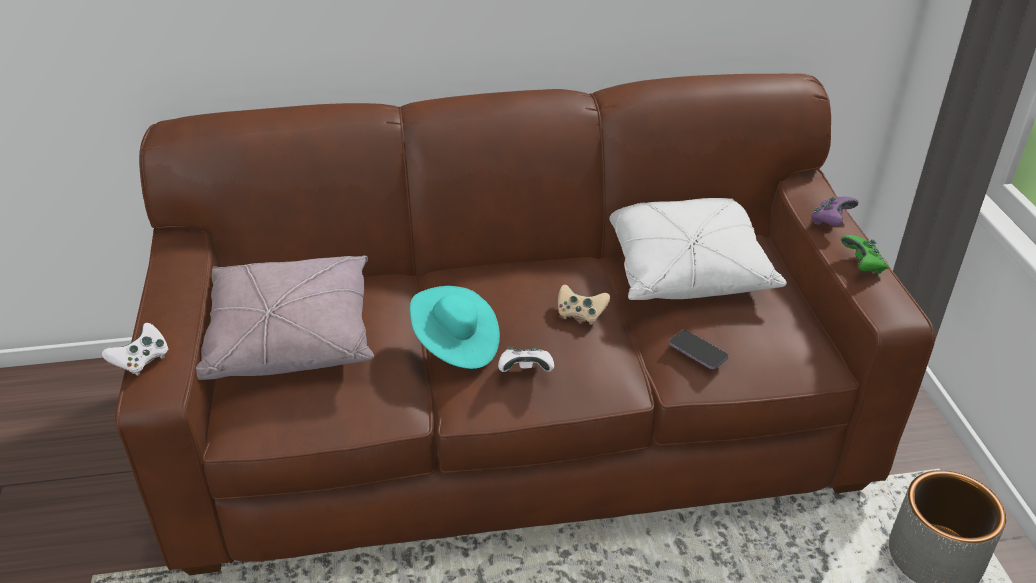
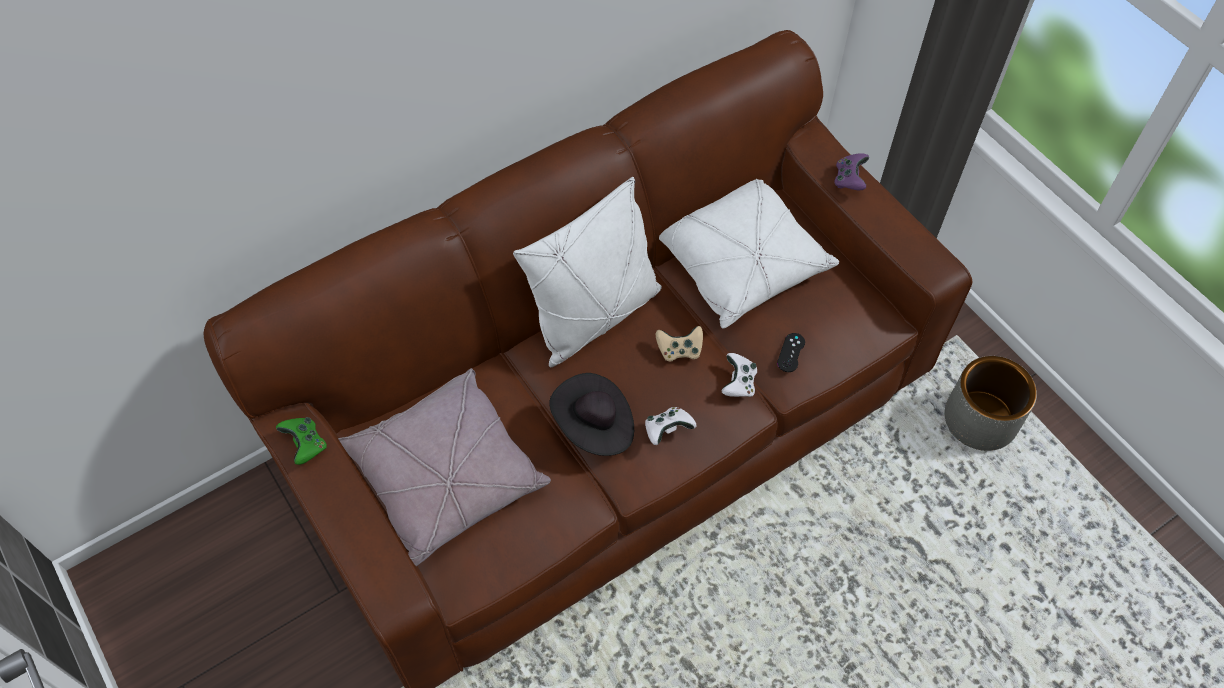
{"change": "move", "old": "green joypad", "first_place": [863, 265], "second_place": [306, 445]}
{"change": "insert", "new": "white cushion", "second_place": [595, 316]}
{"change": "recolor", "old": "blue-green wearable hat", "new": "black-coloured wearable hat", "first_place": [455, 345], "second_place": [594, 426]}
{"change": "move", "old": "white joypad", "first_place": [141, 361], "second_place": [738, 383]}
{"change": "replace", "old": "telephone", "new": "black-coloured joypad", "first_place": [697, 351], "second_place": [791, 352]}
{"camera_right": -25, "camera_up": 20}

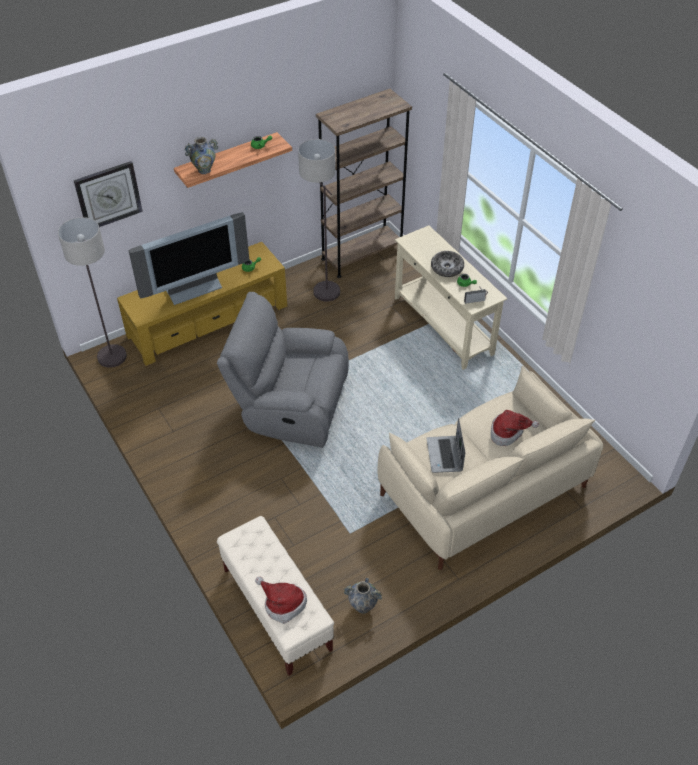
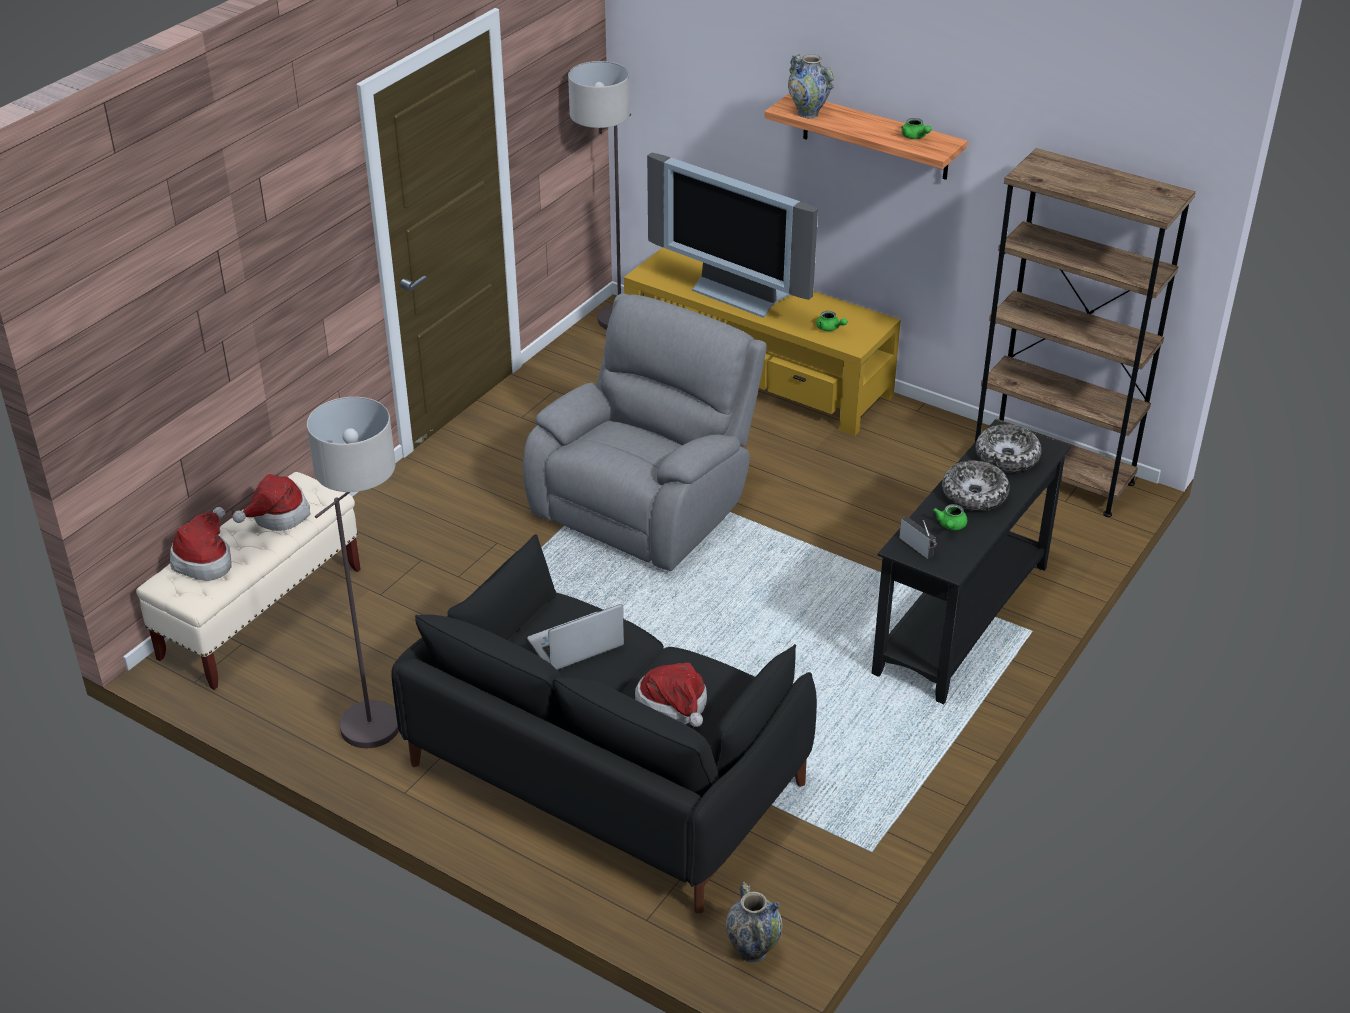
{"change": "insert", "new": "wearable hat", "second_place": [277, 515]}
{"change": "move", "old": "greyish standard lamp", "first_place": [322, 287], "second_place": [382, 716]}
{"change": "recolor", "old": "beige-coloured couch", "new": "black-coloured couch", "first_place": [482, 489], "second_place": [608, 772]}
{"change": "rotate", "old": "greyish lounge chair", "first_place": [290, 405], "second_place": [645, 506], "degrees": 45}
{"change": "move", "old": "decorative vase", "first_place": [362, 607], "second_place": [752, 951]}
{"change": "recolor", "old": "beige-coloured hall table", "new": "black-coloured hall table", "first_place": [443, 326], "second_place": [961, 620]}
{"change": "insert", "new": "serving bowl", "second_place": [1007, 457]}
{"change": "delete", "old": "clock on the wall", "first_place": [108, 195]}
{"camera_right": 65, "camera_up": -10}

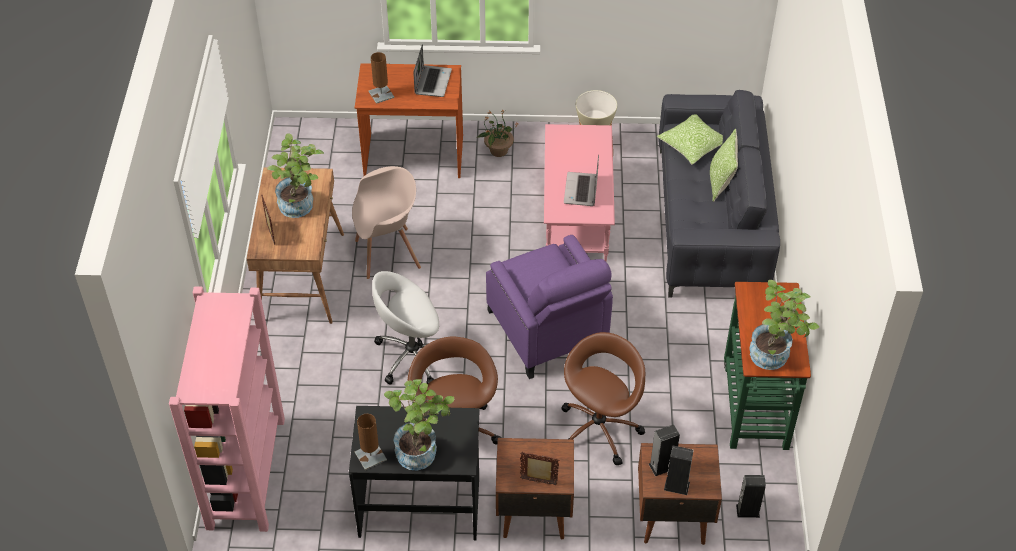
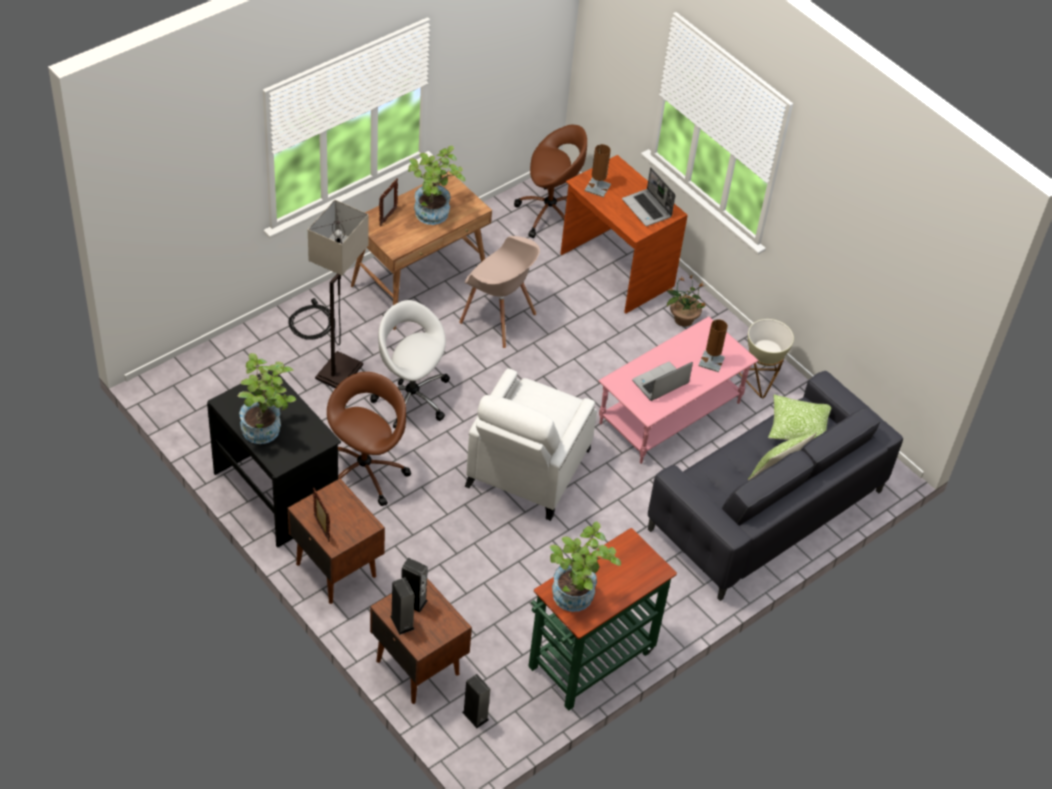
{"change": "insert", "new": "standard lamp", "second_place": [325, 345]}
{"change": "recolor", "old": "purple-coloured lounge chair", "new": "white lounge chair", "first_place": [549, 332], "second_place": [525, 470]}
{"change": "move", "old": "brown computer chair", "first_place": [600, 428], "second_place": [551, 213]}
{"change": "rotate", "old": "portable computer", "first_place": [432, 81], "second_place": [647, 209], "degrees": 90}
{"change": "move", "old": "brown lamp for a table", "first_place": [370, 456], "second_place": [711, 361]}
{"change": "delete", "old": "pink bookcase", "first_place": [246, 472]}
{"camera_right": 45, "camera_up": 0}

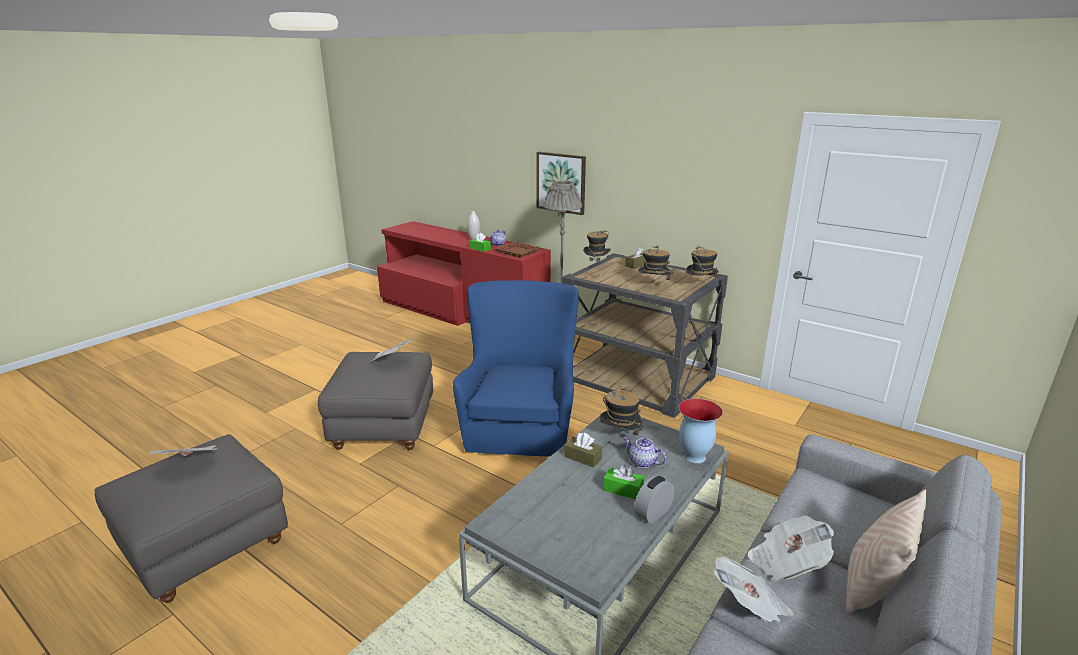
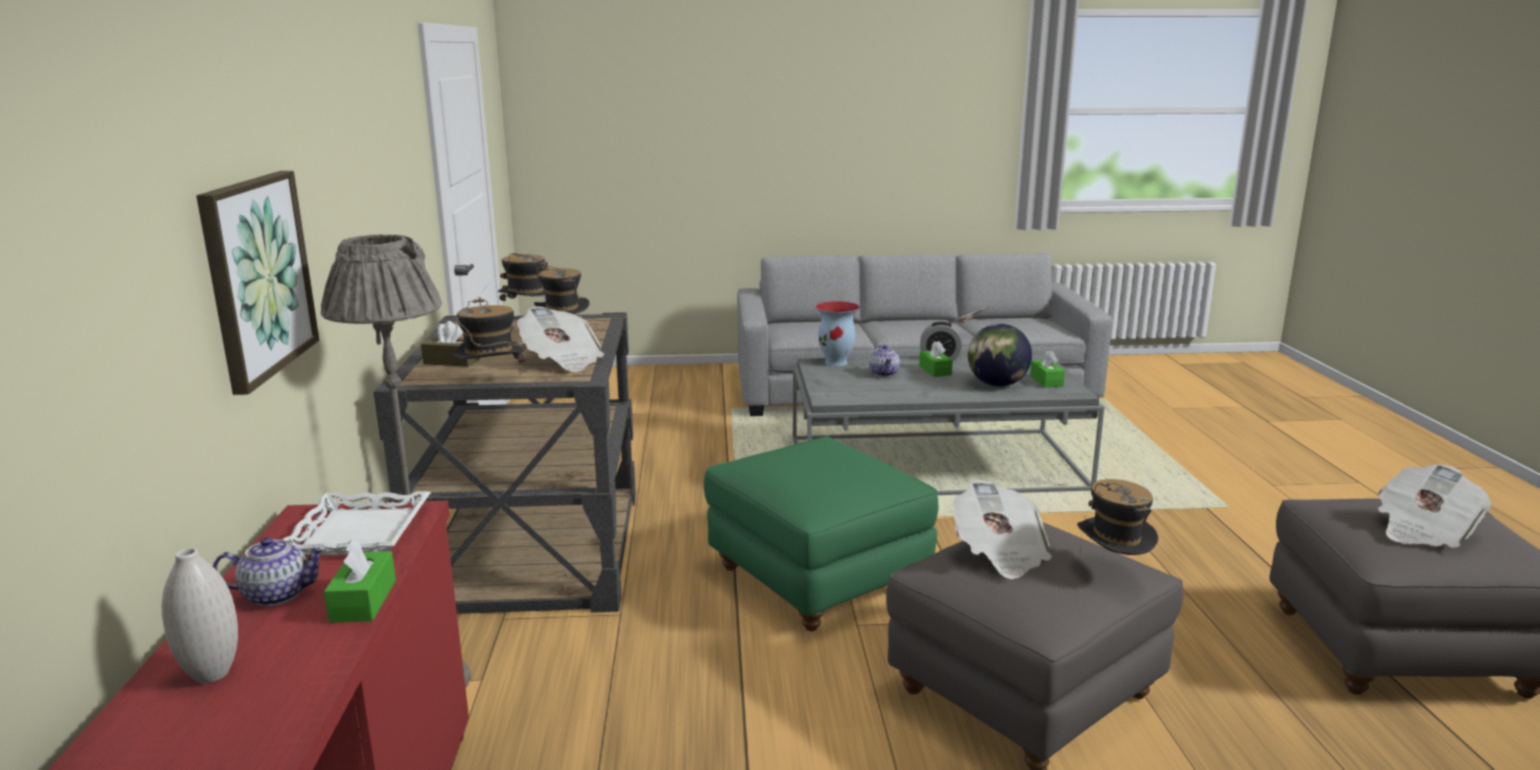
{"change": "recolor", "old": "brown serving tray", "new": "white serving tray", "first_place": [518, 252], "second_place": [358, 532]}
{"change": "move", "old": "daily paper", "first_place": [786, 562], "second_place": [562, 361]}
{"change": "replace", "old": "blue-coloured lounge chair", "new": "green ottoman", "first_place": [521, 426], "second_place": [816, 579]}
{"change": "insert", "new": "world globe", "second_place": [997, 384]}
{"change": "insert", "new": "green tissue holder", "second_place": [1046, 381]}
{"change": "move", "old": "wearable hat", "first_place": [619, 438], "second_place": [1112, 570]}
{"change": "delete", "old": "brown tissue holder", "first_place": [582, 457]}
{"change": "delete", "old": "beige-coloured cushion", "first_place": [872, 587]}
{"camera_right": -130, "camera_up": -5}

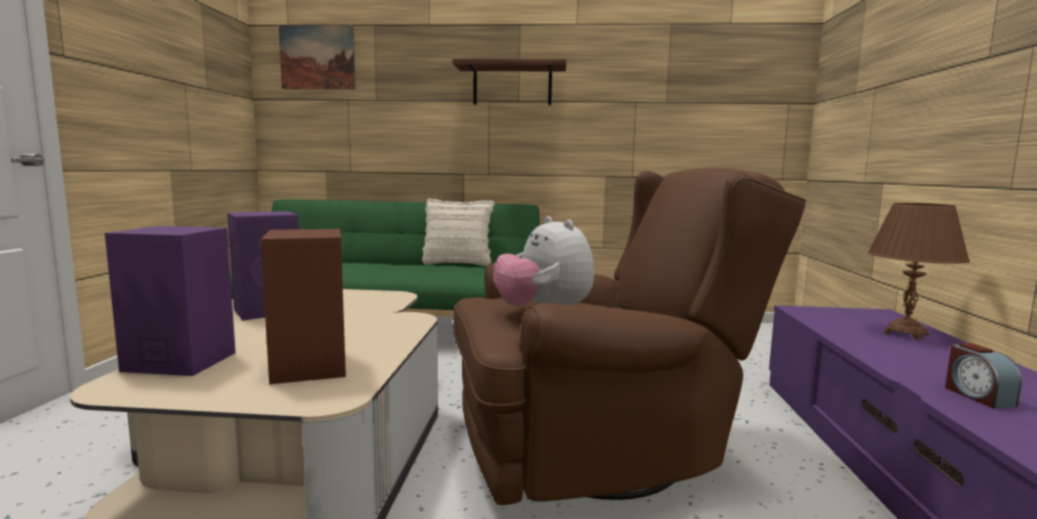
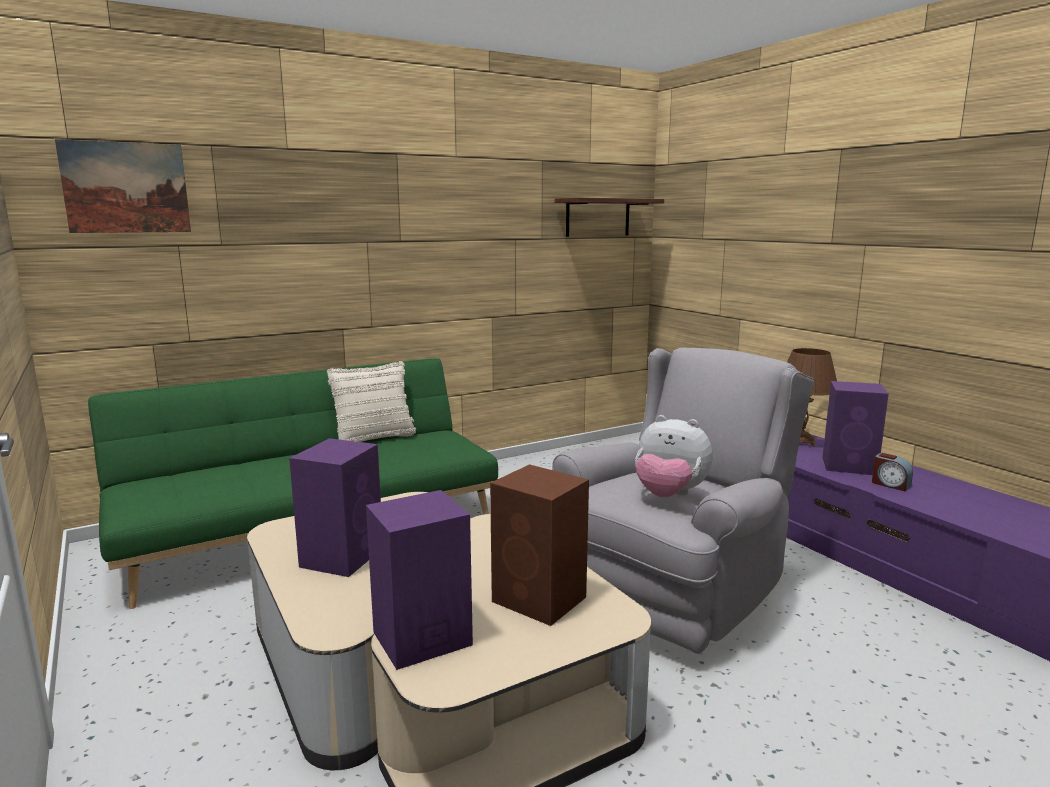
{"change": "recolor", "old": "brown lounge chair", "new": "greyish lounge chair", "first_place": [595, 453], "second_place": [672, 593]}
{"change": "move", "old": "bracket shelf", "first_place": [512, 85], "second_place": [598, 217]}
{"change": "insert", "new": "purple-coloured loudspeaker", "second_place": [850, 466]}
{"camera_right": -35, "camera_up": 5}

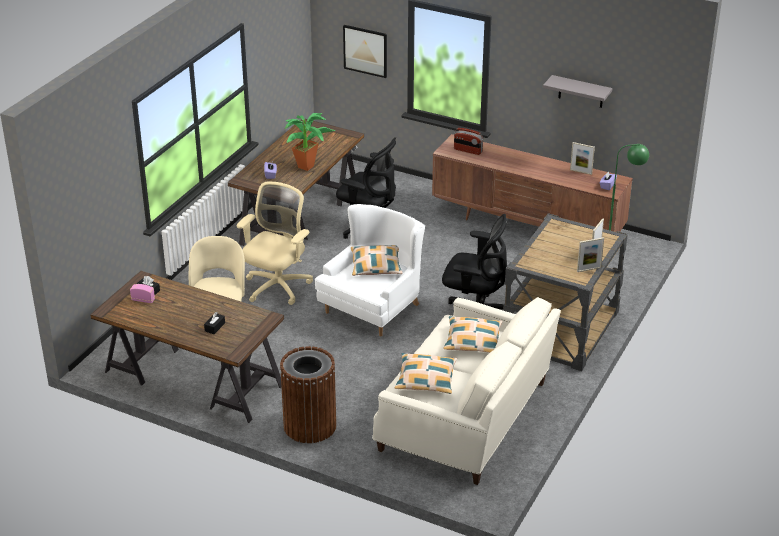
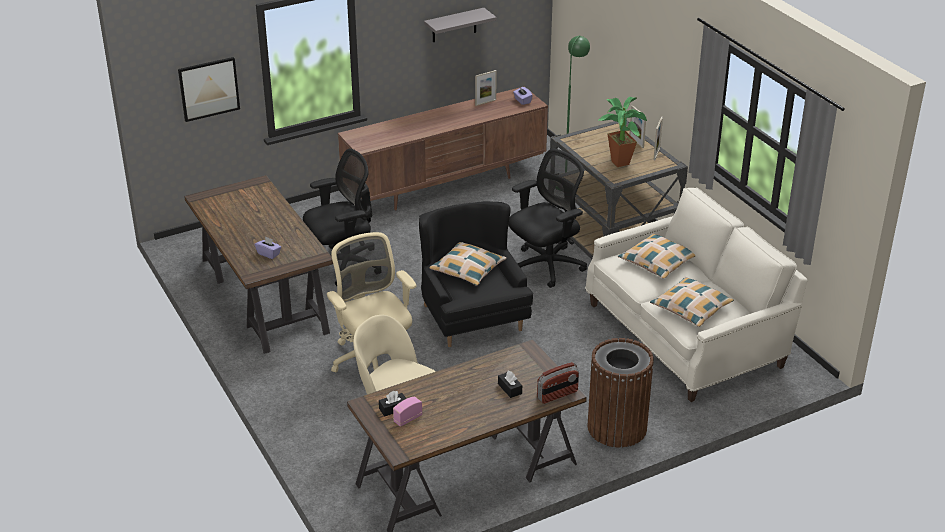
{"change": "recolor", "old": "white lounge chair", "new": "black-coloured lounge chair", "first_place": [374, 307], "second_place": [471, 315]}
{"change": "move", "old": "radio", "first_place": [468, 150], "second_place": [557, 395]}
{"change": "move", "old": "plant in a pot", "first_place": [309, 166], "second_place": [620, 161]}
{"camera_right": -55, "camera_up": 0}

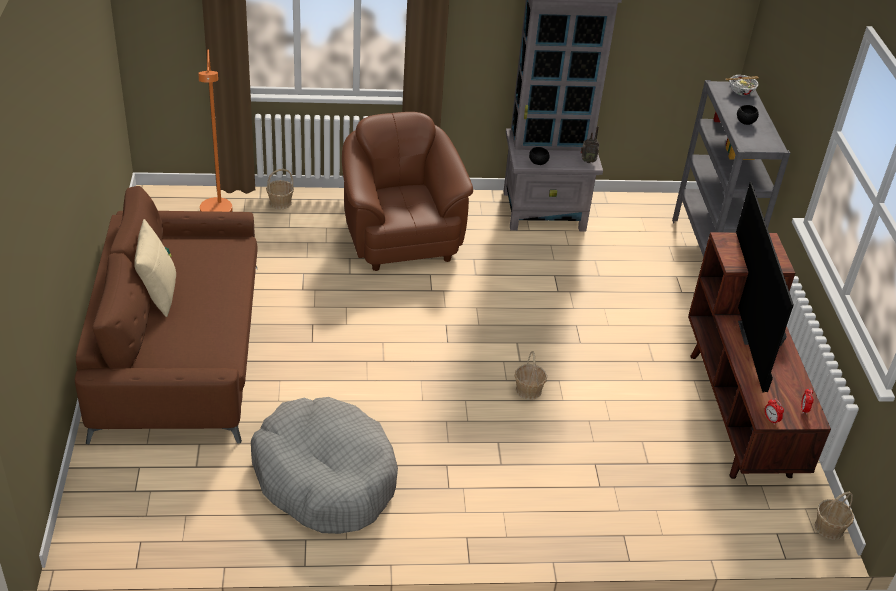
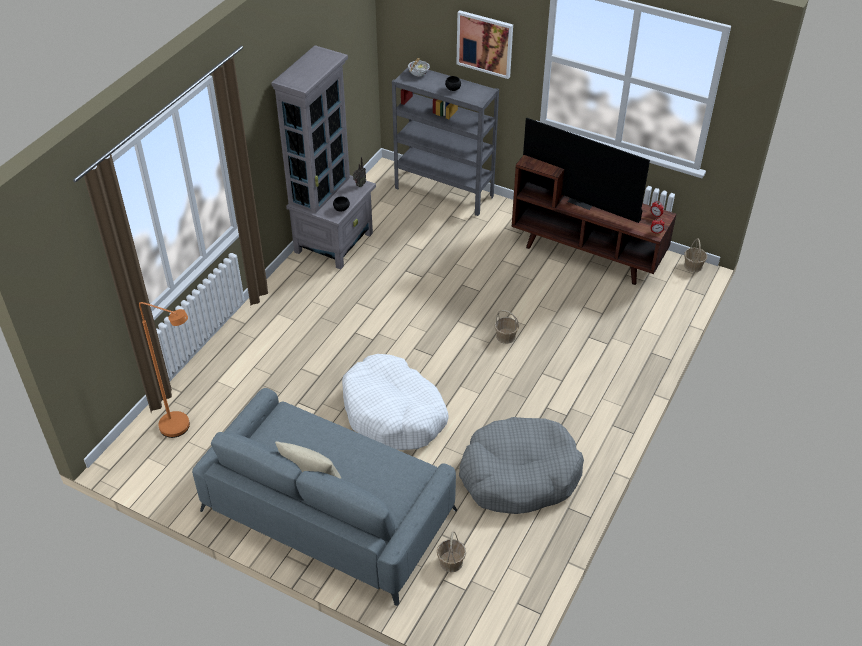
{"change": "recolor", "old": "brown couch", "new": "greyish couch", "first_place": [180, 347], "second_place": [328, 509]}
{"change": "insert", "new": "white dog cushion", "second_place": [394, 413]}
{"change": "move", "old": "household basket", "first_place": [280, 202], "second_place": [451, 562]}
{"change": "insert", "new": "wall picture", "second_place": [485, 43]}
{"change": "delete", "old": "brown lounge chair", "first_place": [401, 237]}
{"camera_right": -55, "camera_up": 5}

